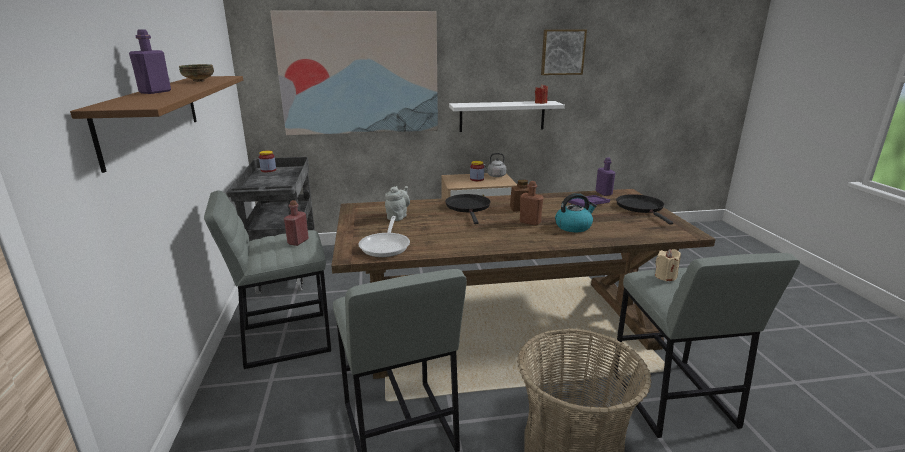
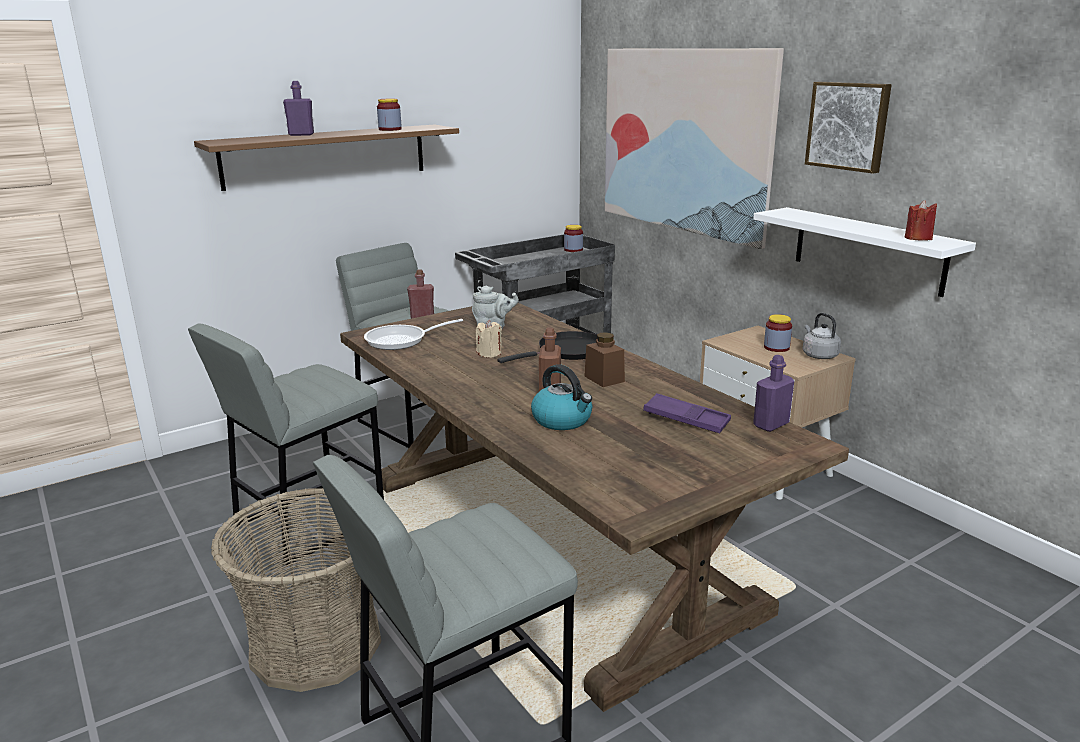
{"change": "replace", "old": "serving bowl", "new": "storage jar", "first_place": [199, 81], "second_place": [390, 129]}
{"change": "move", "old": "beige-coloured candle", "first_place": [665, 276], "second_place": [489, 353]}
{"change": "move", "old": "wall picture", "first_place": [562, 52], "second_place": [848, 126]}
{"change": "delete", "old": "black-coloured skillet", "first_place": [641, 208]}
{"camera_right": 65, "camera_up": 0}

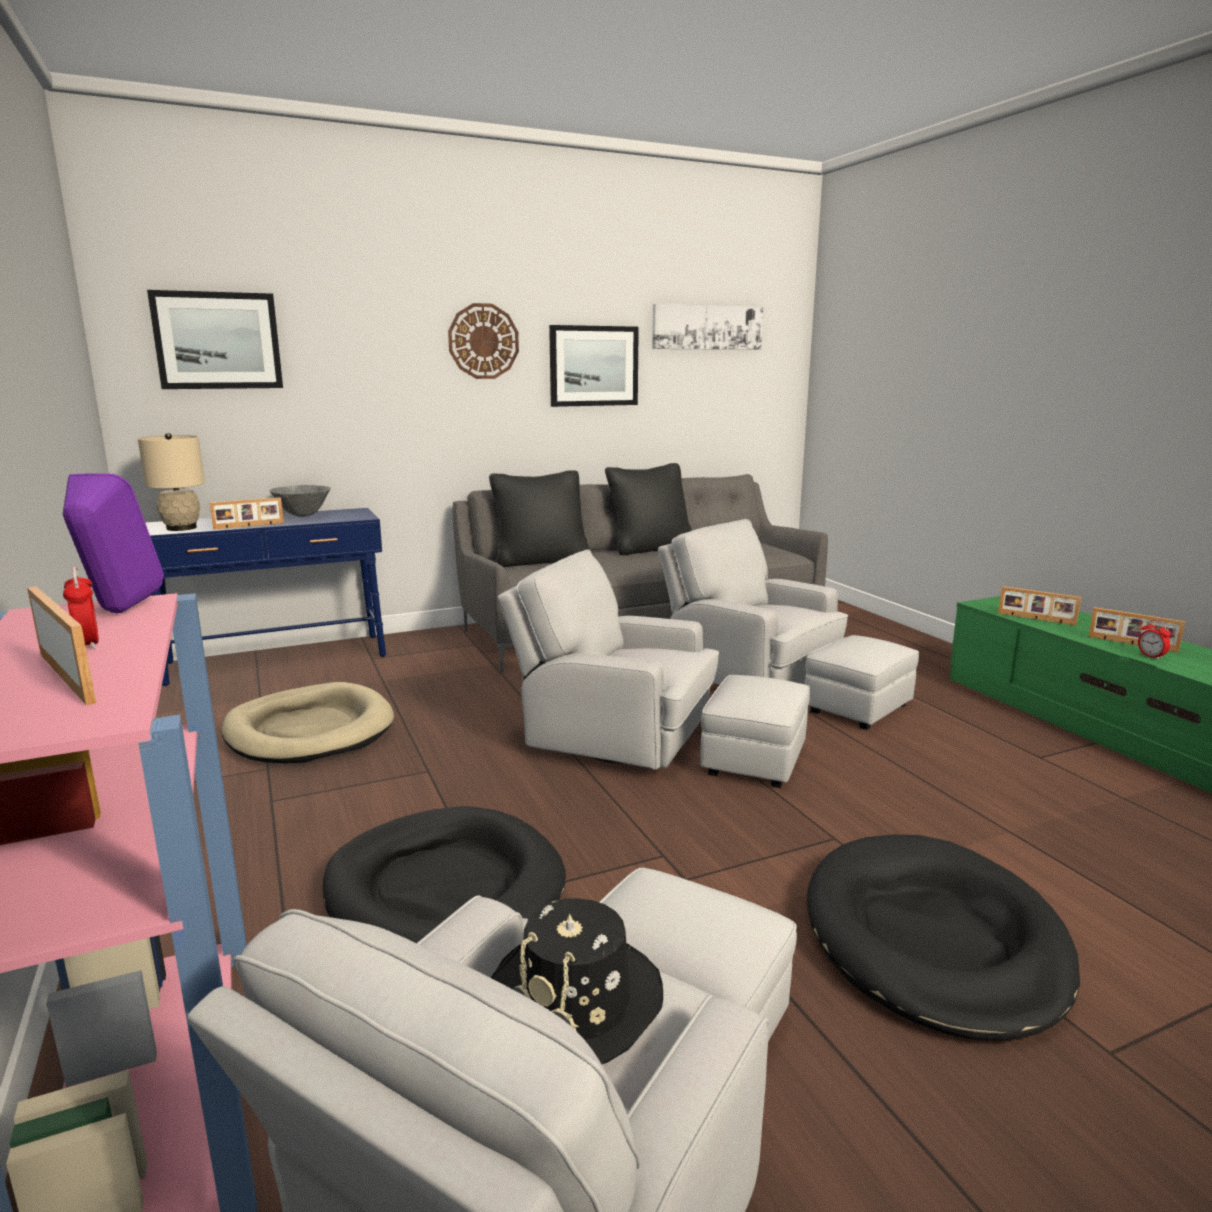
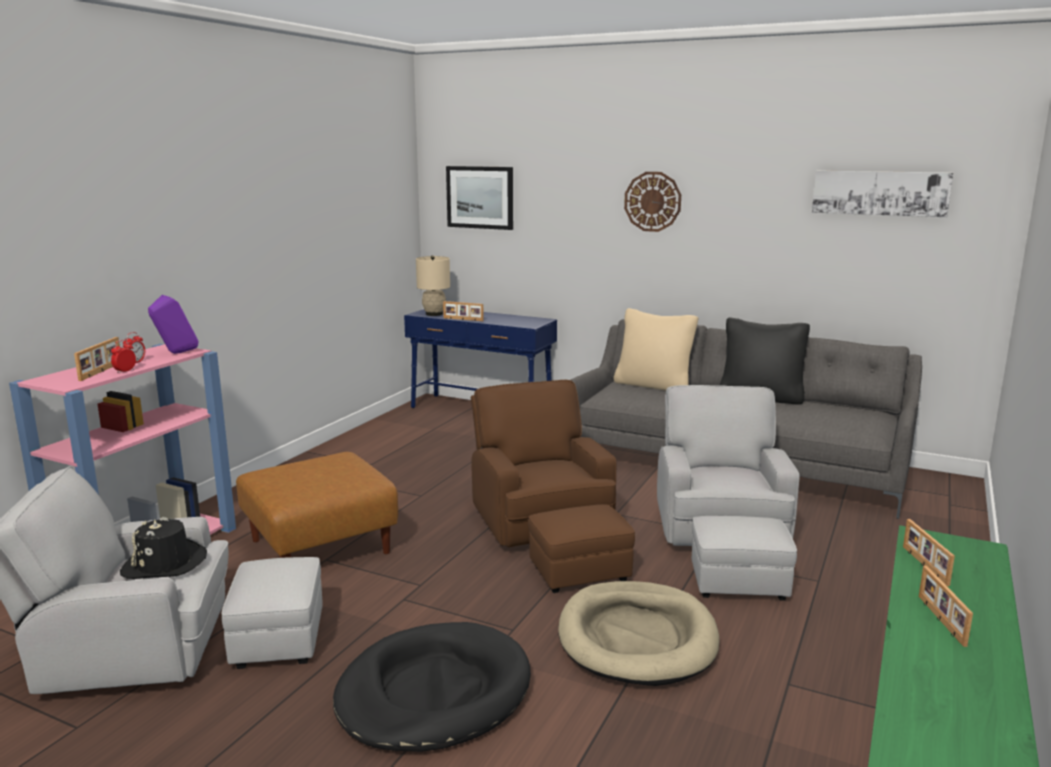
{"change": "move", "old": "bedside clock", "first_place": [1151, 656], "second_place": [125, 371]}
{"change": "replace", "old": "black-coloured dog cushion", "new": "brown ottoman", "first_place": [445, 889], "second_place": [321, 546]}
{"change": "recolor", "old": "white lounge chair", "new": "brown lounge chair", "first_place": [646, 741], "second_place": [549, 532]}
{"change": "move", "old": "beige-coloured dog cushion", "first_place": [310, 730], "second_place": [637, 638]}
{"change": "recolor", "old": "black-coloured cushion", "new": "beige-coloured cushion", "first_place": [541, 560], "second_place": [653, 385]}
{"change": "delete", "old": "greyish serving bowl", "first_place": [303, 515]}
{"change": "delete", "old": "wall picture", "first_place": [593, 366]}
{"camera_right": 50, "camera_up": 0}

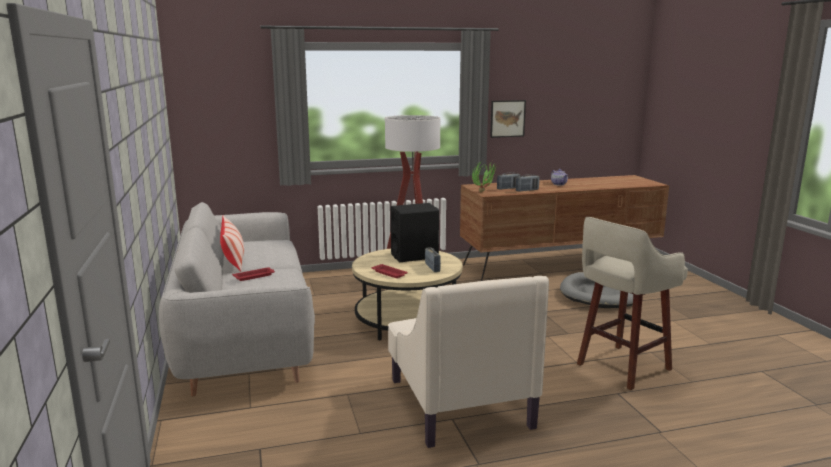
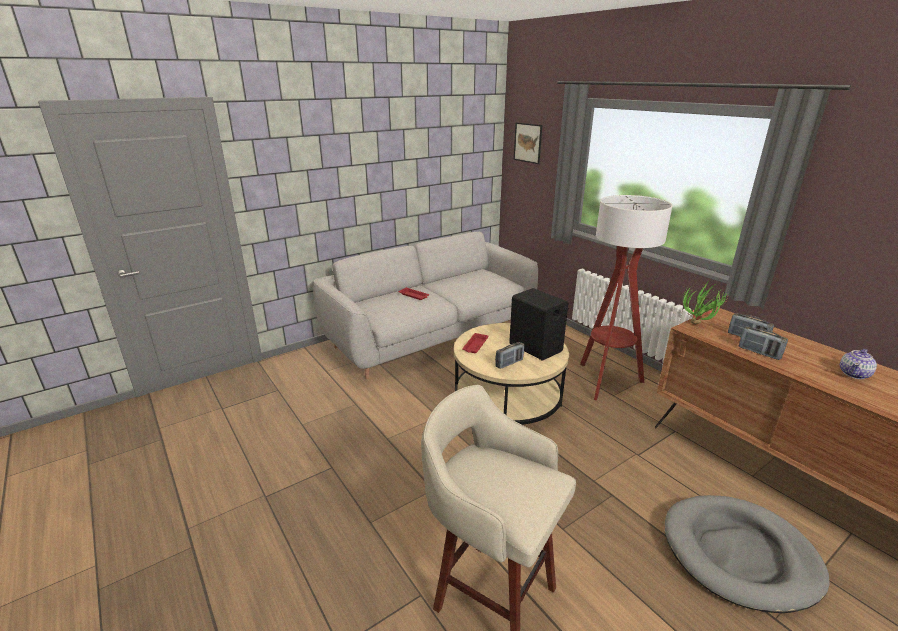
{"change": "move", "old": "wall picture", "first_place": [507, 118], "second_place": [528, 143]}
{"change": "delete", "old": "cushion", "first_place": [233, 259]}
{"change": "delete", "old": "beige-coloured lounge chair", "first_place": [459, 401]}
{"camera_right": 70, "camera_up": 10}

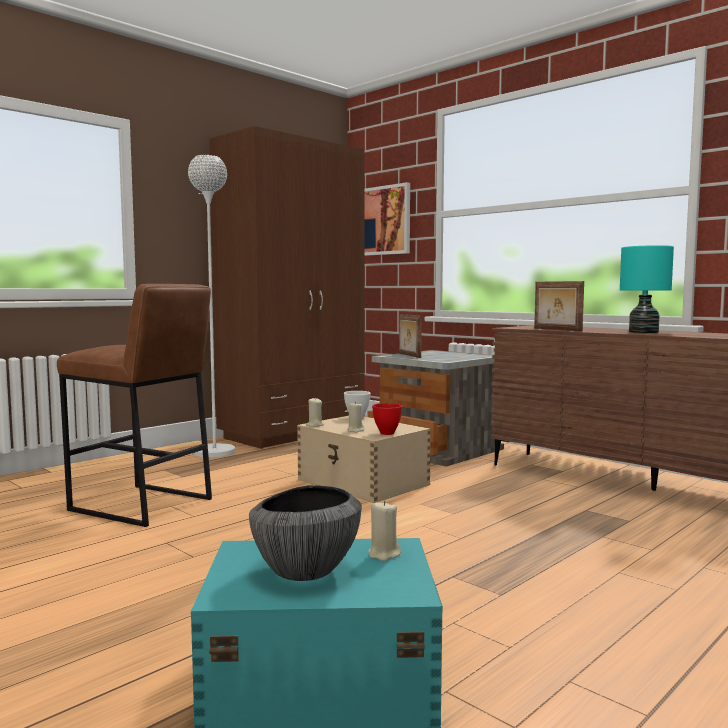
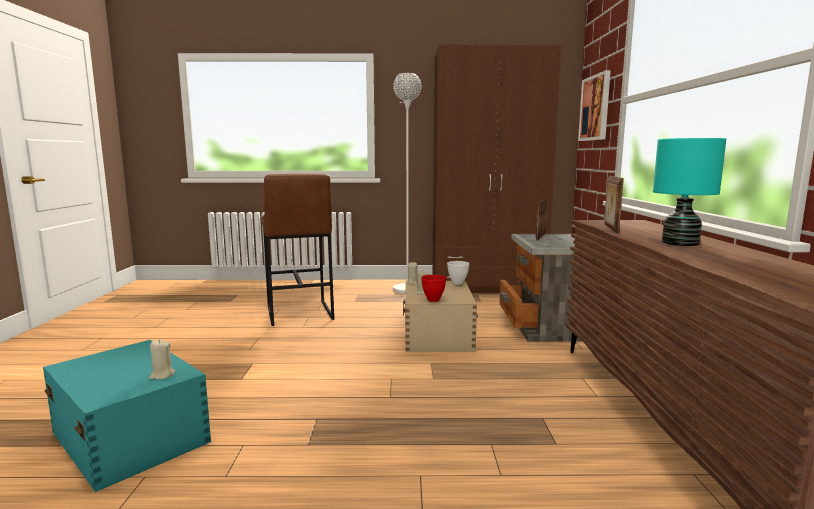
{"change": "delete", "old": "serving bowl", "first_place": [305, 571]}
{"camera_right": 45, "camera_up": 5}

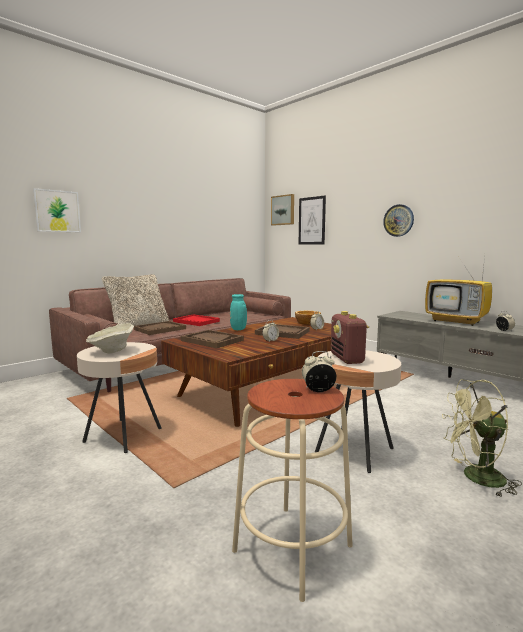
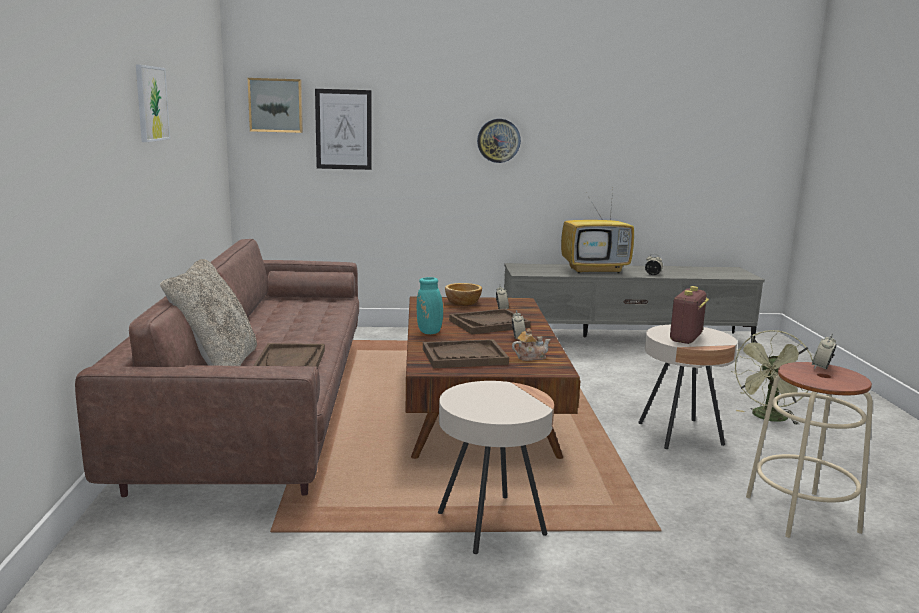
{"change": "move", "old": "wall picture", "first_place": [57, 211], "second_place": [151, 103]}
{"change": "insert", "new": "pot for tea", "second_place": [530, 357]}
{"change": "rotate", "old": "radio", "first_place": [347, 359], "second_place": [686, 338], "degrees": 90}
{"change": "delete", "old": "beige-coloured serving bowl", "first_place": [111, 351]}
{"change": "delete", "old": "red-coloured serving tray", "first_place": [196, 321]}
{"camera_right": -50, "camera_up": 5}

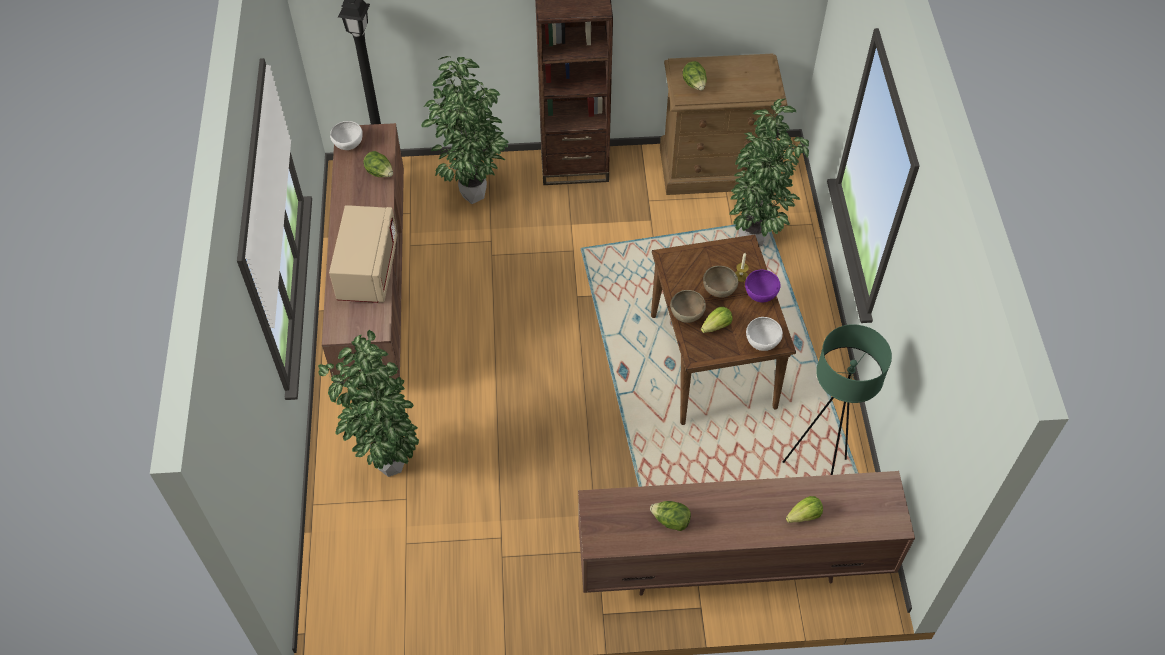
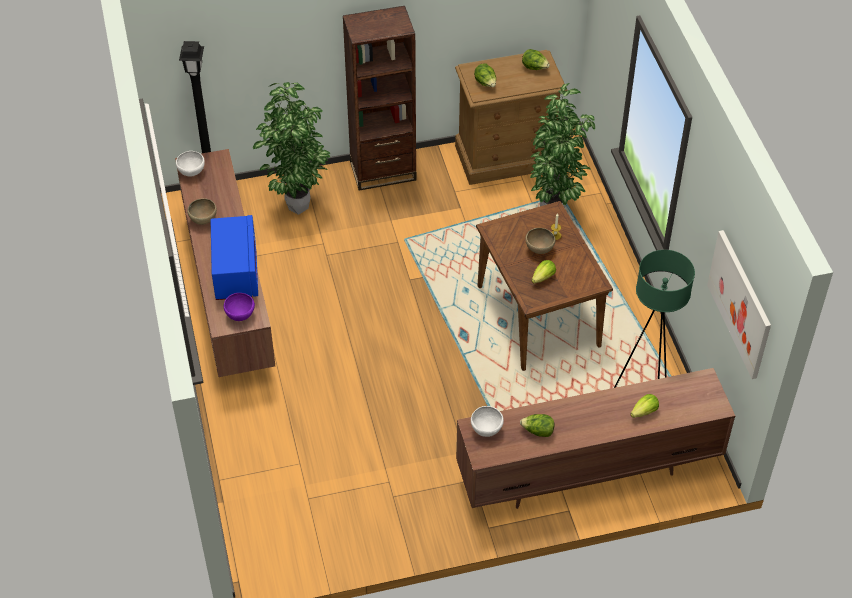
{"change": "move", "old": "brown serving bowl", "first_place": [687, 316], "second_place": [203, 220]}
{"change": "recolor", "old": "beige-coloured microwave oven", "new": "blue-coloured microwave oven", "first_place": [368, 270], "second_place": [236, 272]}
{"change": "move", "old": "purple-coloured serving bowl", "first_place": [760, 295], "second_place": [240, 315]}
{"change": "move", "old": "white serving bowl", "first_place": [762, 343], "second_place": [486, 430]}
{"change": "move", "old": "head of lettuce", "first_place": [380, 173], "second_place": [534, 67]}
{"change": "insert", "new": "wall picture", "second_place": [740, 303]}
{"change": "delete", "old": "plant in a pot", "first_place": [388, 464]}
{"camera_right": -10, "camera_up": -5}

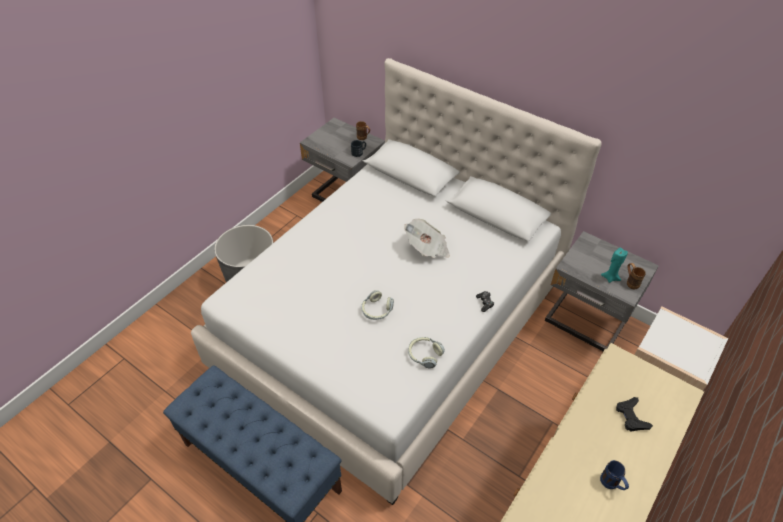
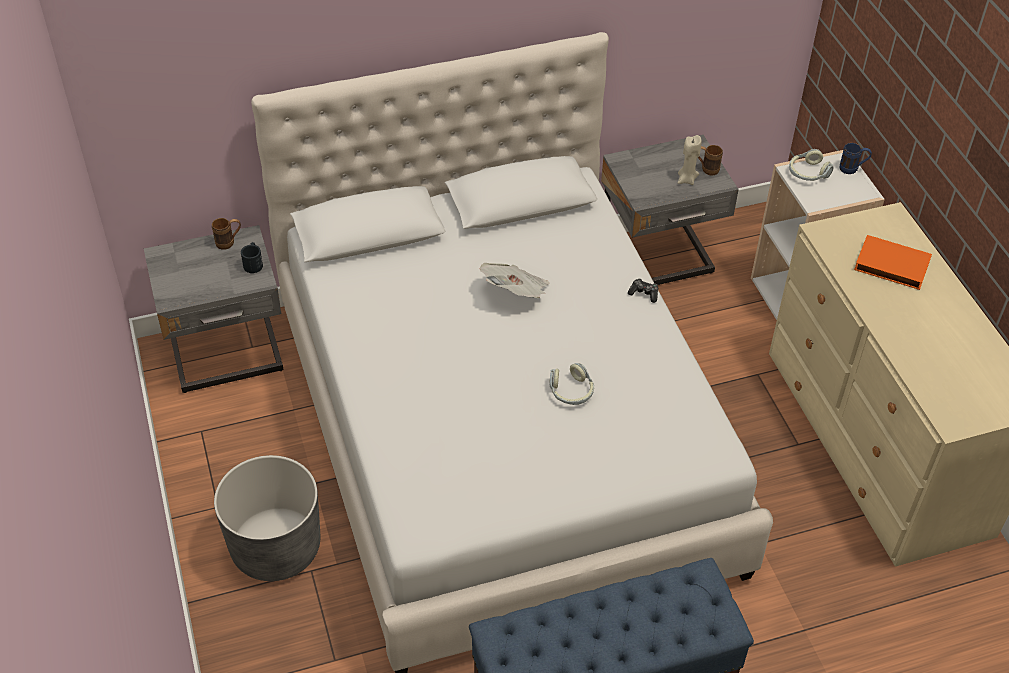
{"change": "recolor", "old": "blue-green candle", "new": "beige-coloured candle", "first_place": [610, 277], "second_place": [686, 179]}
{"change": "move", "old": "pair of headphones", "first_place": [424, 355], "second_place": [808, 173]}
{"change": "move", "old": "blue-coloured mug", "first_place": [611, 485], "second_place": [852, 169]}
{"change": "replace", "old": "black-coloured joypad", "new": "orangey book", "first_place": [631, 417], "second_place": [890, 266]}
{"camera_right": -55, "camera_up": 0}

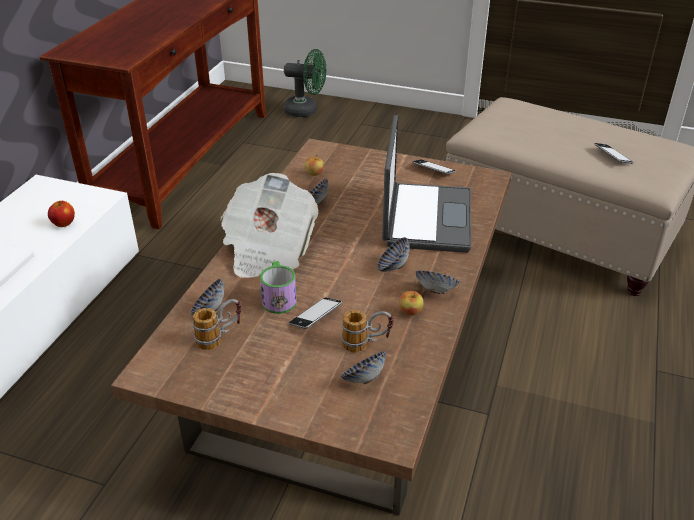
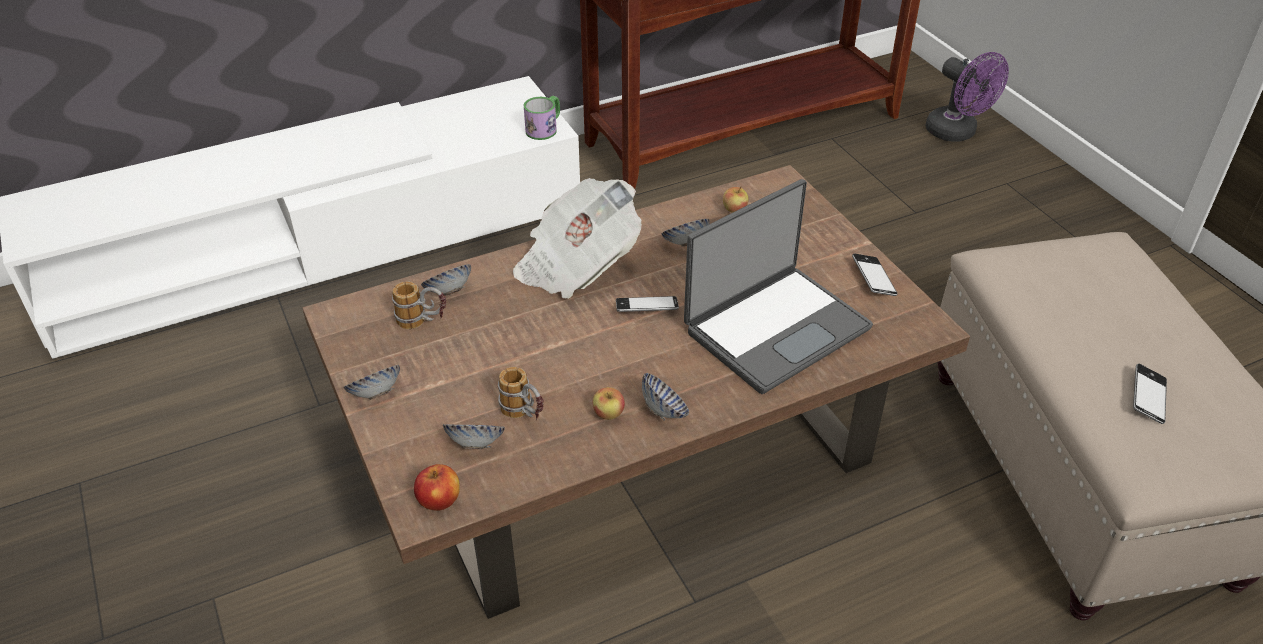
{"change": "move", "old": "serving bowl", "first_place": [392, 267], "second_place": [376, 394]}
{"change": "move", "old": "whole apple", "first_place": [64, 223], "second_place": [439, 501]}
{"change": "move", "old": "mug", "first_place": [278, 297], "second_place": [545, 128]}
{"change": "move", "old": "telephone", "first_place": [315, 316], "second_place": [647, 308]}
{"change": "recolor", "old": "green cooling fan", "new": "purple-coloured cooling fan", "first_place": [306, 111], "second_place": [957, 133]}
{"camera_right": 45, "camera_up": 5}

